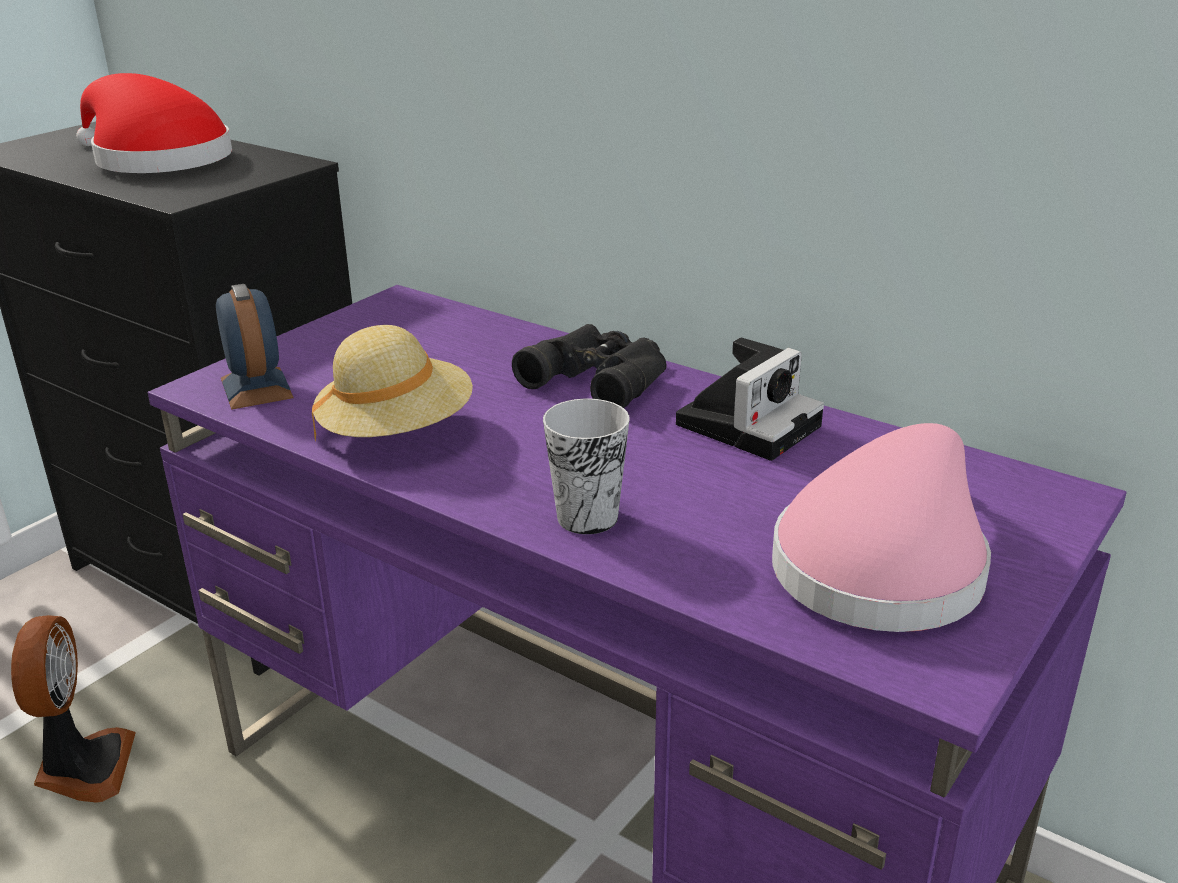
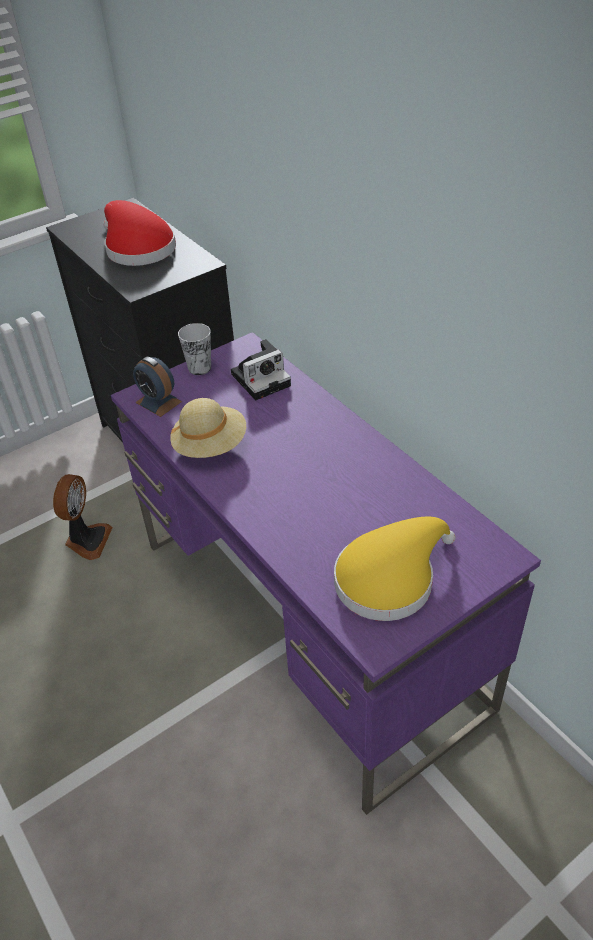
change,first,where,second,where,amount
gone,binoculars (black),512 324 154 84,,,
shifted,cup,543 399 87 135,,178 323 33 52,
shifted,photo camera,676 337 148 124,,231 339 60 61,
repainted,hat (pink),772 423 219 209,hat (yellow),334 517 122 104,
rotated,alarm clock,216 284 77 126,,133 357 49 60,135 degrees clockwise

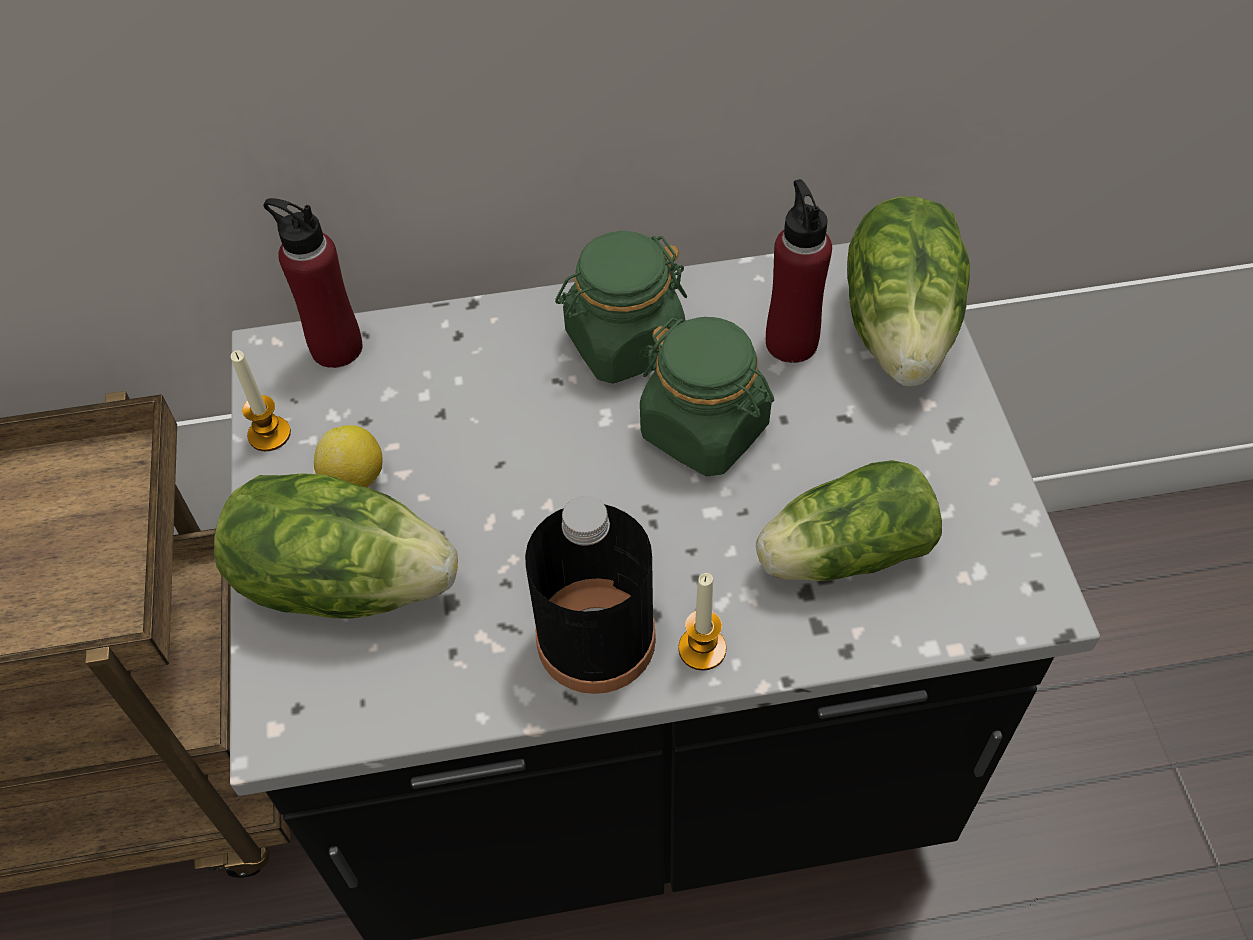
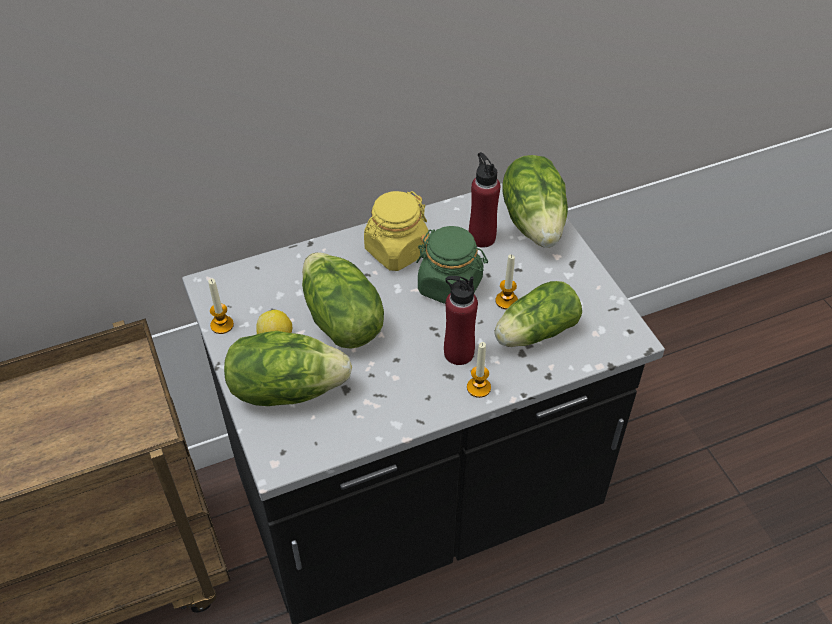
change,first,where,second,where,amount
gone,bottle (black),525 496 131 198,,,
new,,,lettuce,302 252 82 96,
new,,,candle,495 255 23 54,
shifted,bottle (red),263 198 100 170,,444 276 34 89,
repainted,jar (green),555 231 132 153,jar (yellow),364 191 65 80,

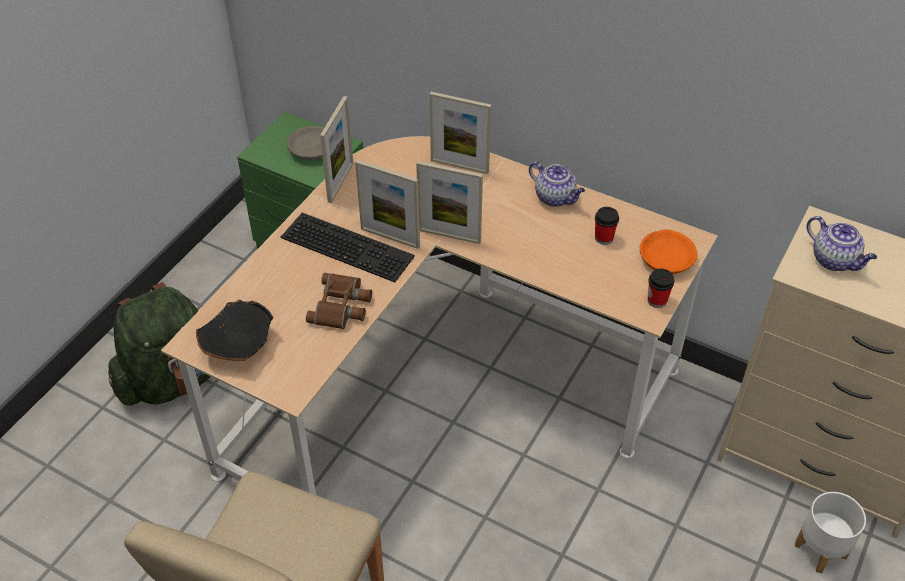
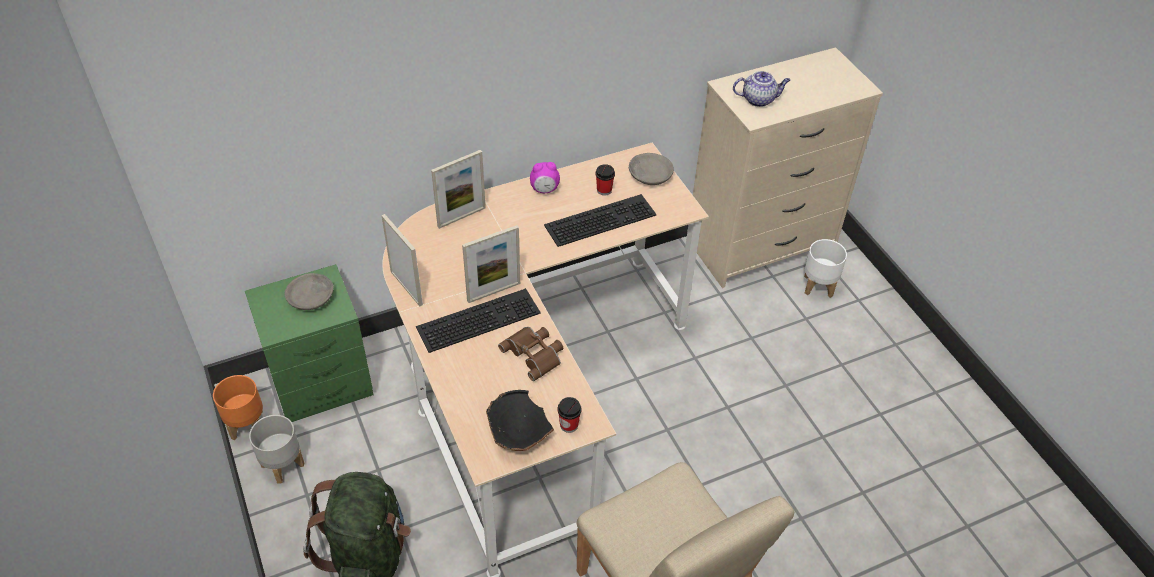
change,first,where,second,where,amount
gone,picture frame,416 161 67 83,,,
new,,,planter (orange),213 375 50 66,
new,,,planter (grey),249 415 55 68,
new,,,keyboard,544 194 113 53,
shifted,cup,648 269 26 39,,558 397 23 36,
swapped,teapot,529 161 56 46,alarm clock,530 162 30 31,
repainted,bowl (orange),640 230 58 44,bowl (grey),629 153 45 32,

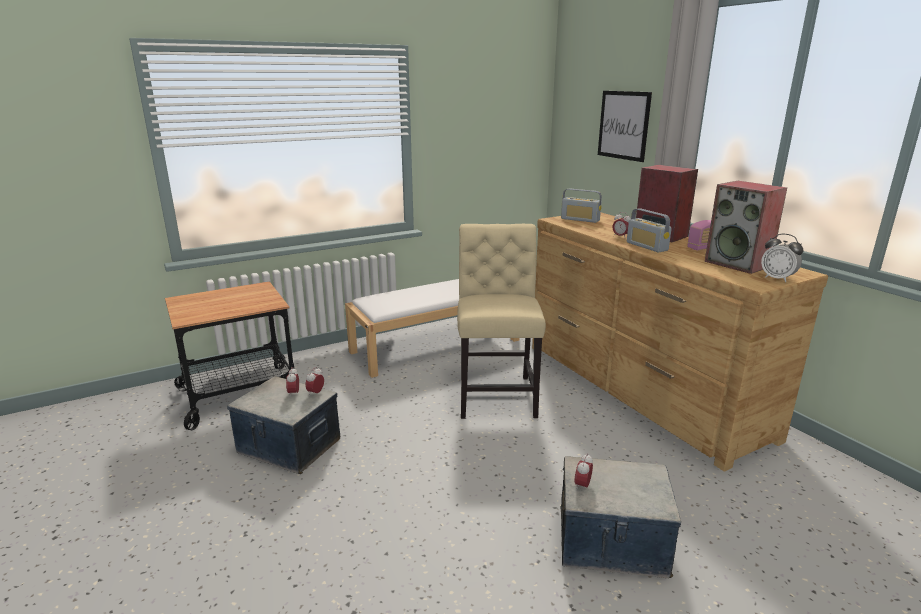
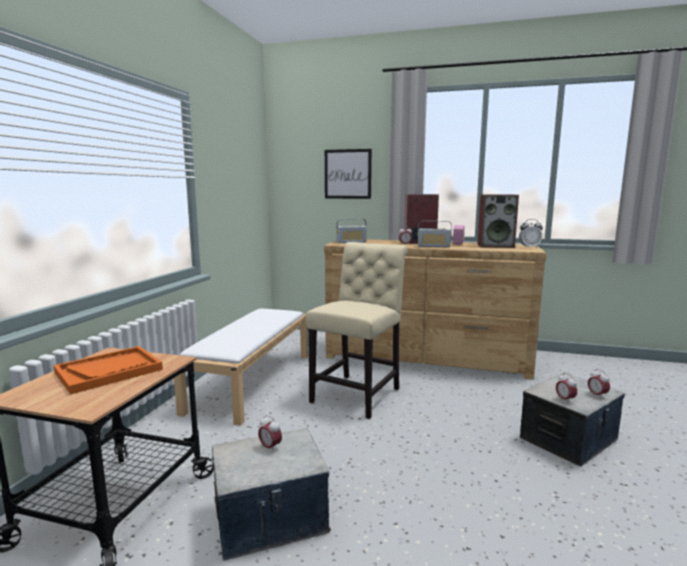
change,first,where,second,where,amount
new,,,tray (orange),53 346 110 48,
shifted,alarm clock,305 367 19 29,,588 369 22 30,
rotated,chair (beige),457 224 89 195,,306 242 102 177,75 degrees clockwise

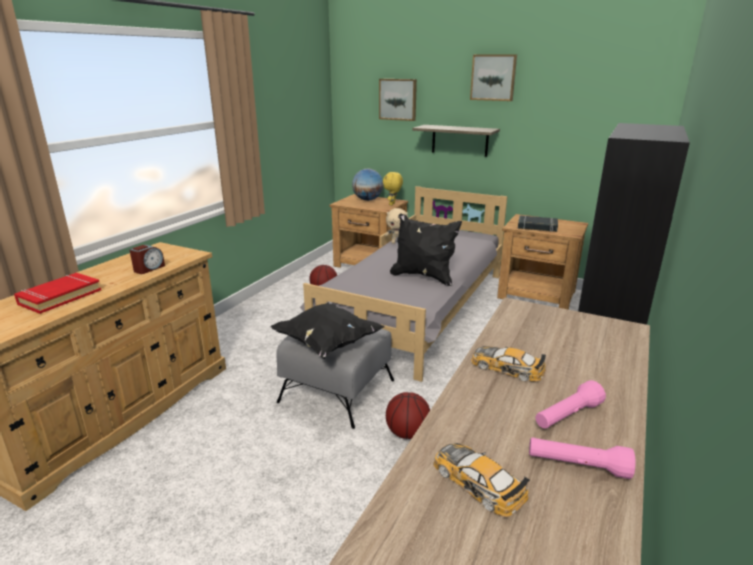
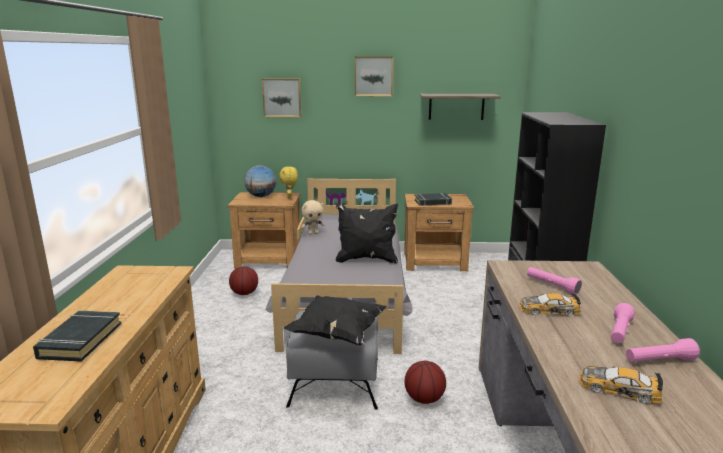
change,first,where,second,where,amount
gone,alarm clock,130 245 35 29,,,
new,,,flashlight (pink),527 267 55 28,
shifted,shelf,412 125 88 32,,420 94 81 26,
repainted,book (red),14 273 87 41,book (black),33 311 88 51,

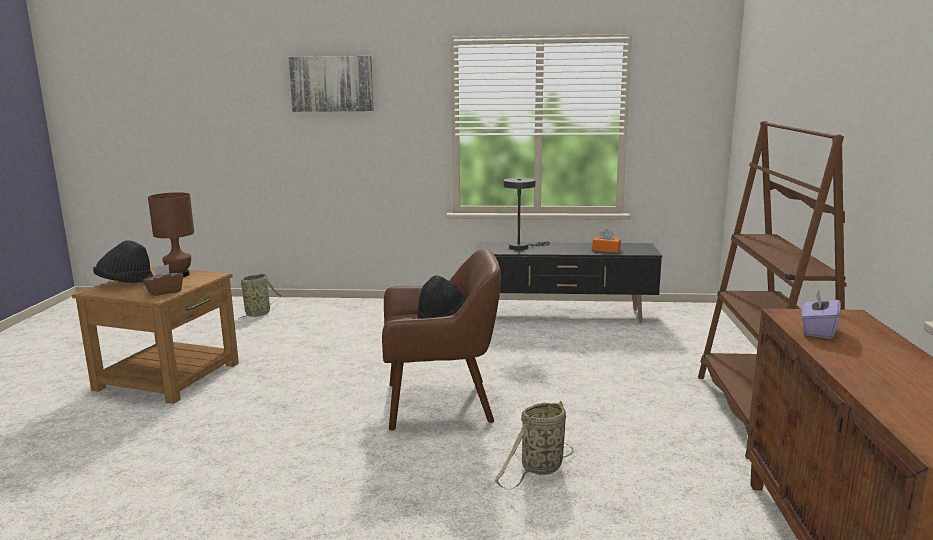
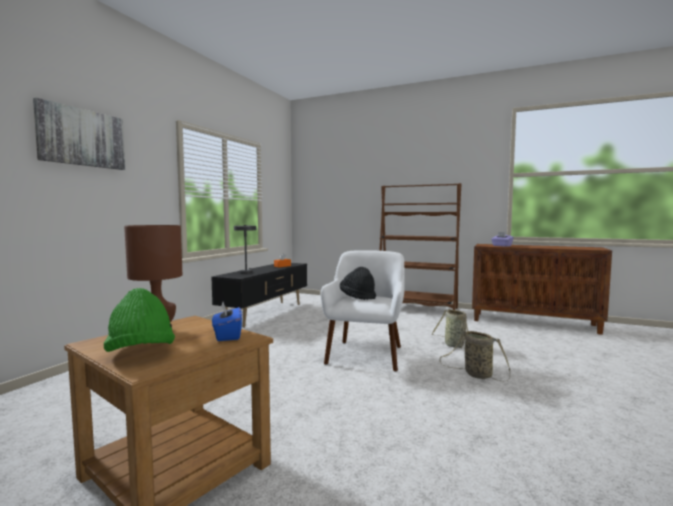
change,first,where,second,where,amount
shifted,basket,238 274 44 46,,440 331 70 50,
repainted,hat (black),93 240 61 43,hat (green),104 288 71 64,
repainted,tissue box (brown),143 264 40 32,tissue box (blue),212 302 30 39,
repainted,armchair (brown),382 249 119 182,armchair (white),320 250 85 122,

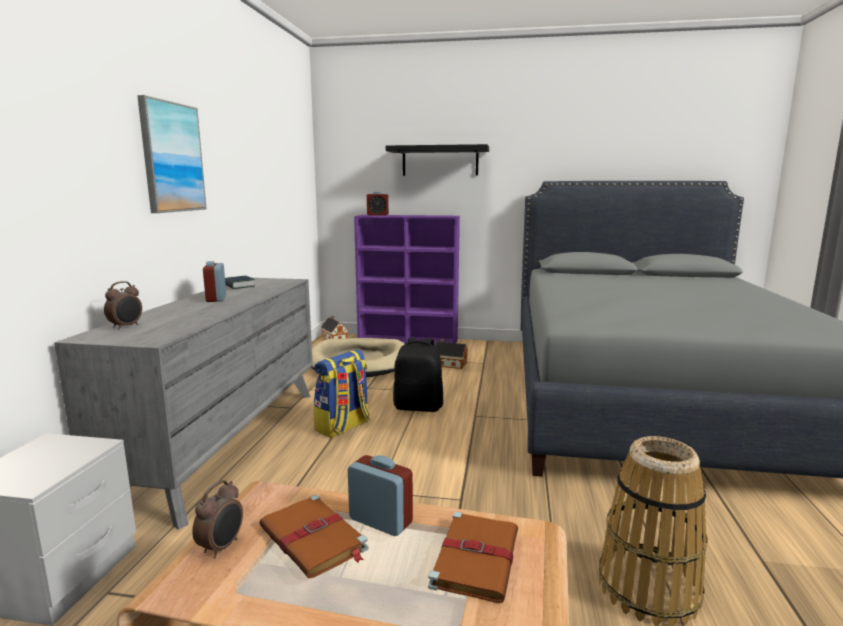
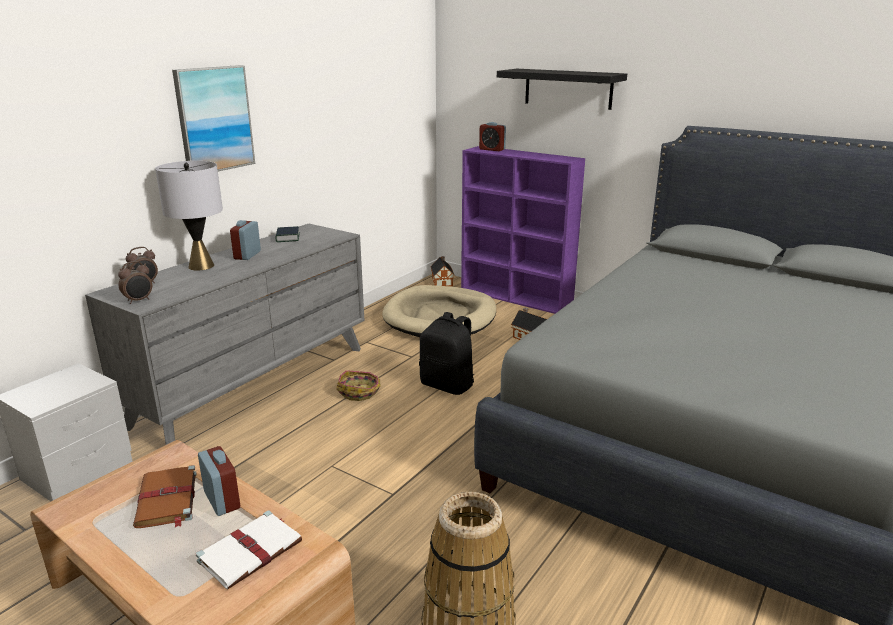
change,first,where,second,where,amount
new,,,table lamp (grey),155 161 68 110,
shifted,alarm clock,192 480 51 79,,118 261 34 43,
swapped,backpack,314 349 56 89,basket,336 370 44 31,
repainted,book (brown),428 512 90 91,book (white),196 511 106 78,

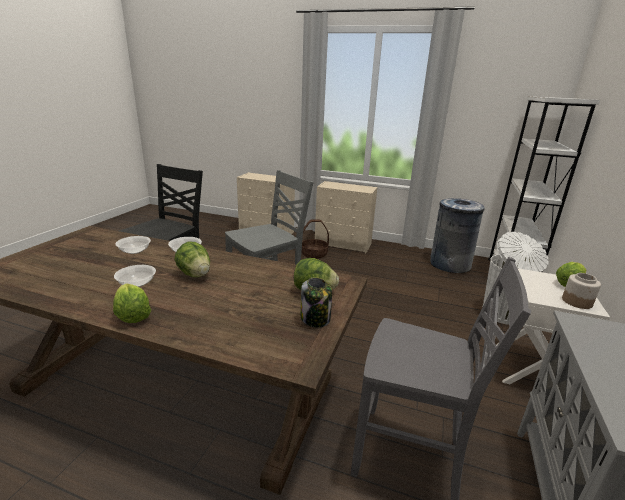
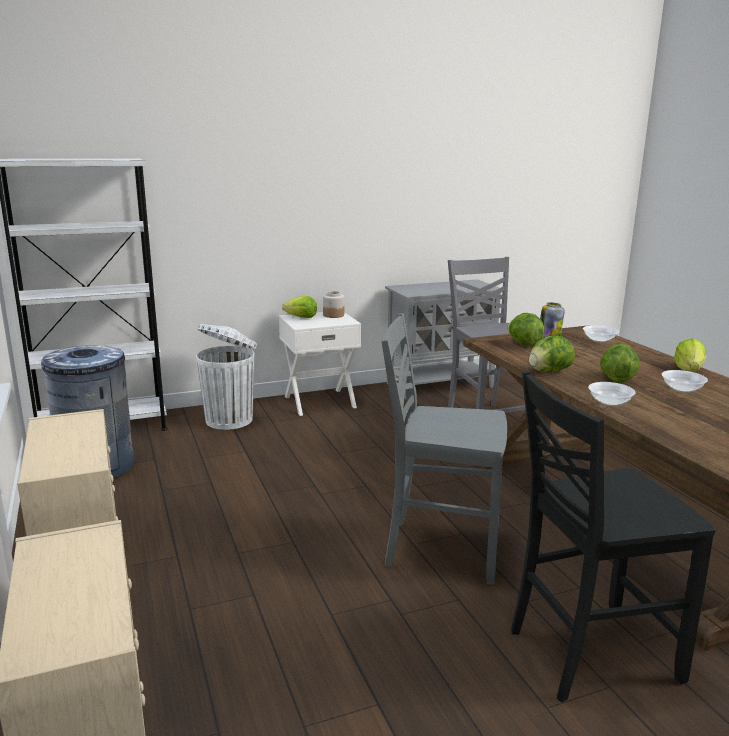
change,first,where,second,where,amount
gone,basket,301 219 28 40,,,
new,,,lettuce,529 336 46 36,
shifted,bowl,115 236 36 18,,583 325 36 17,

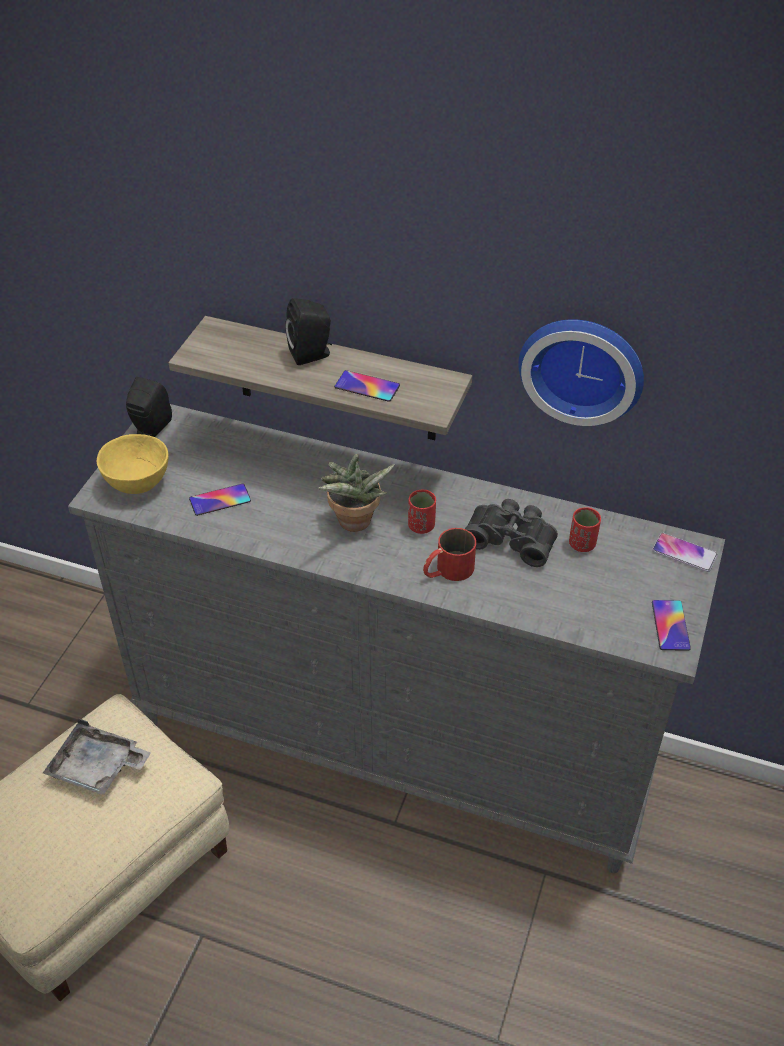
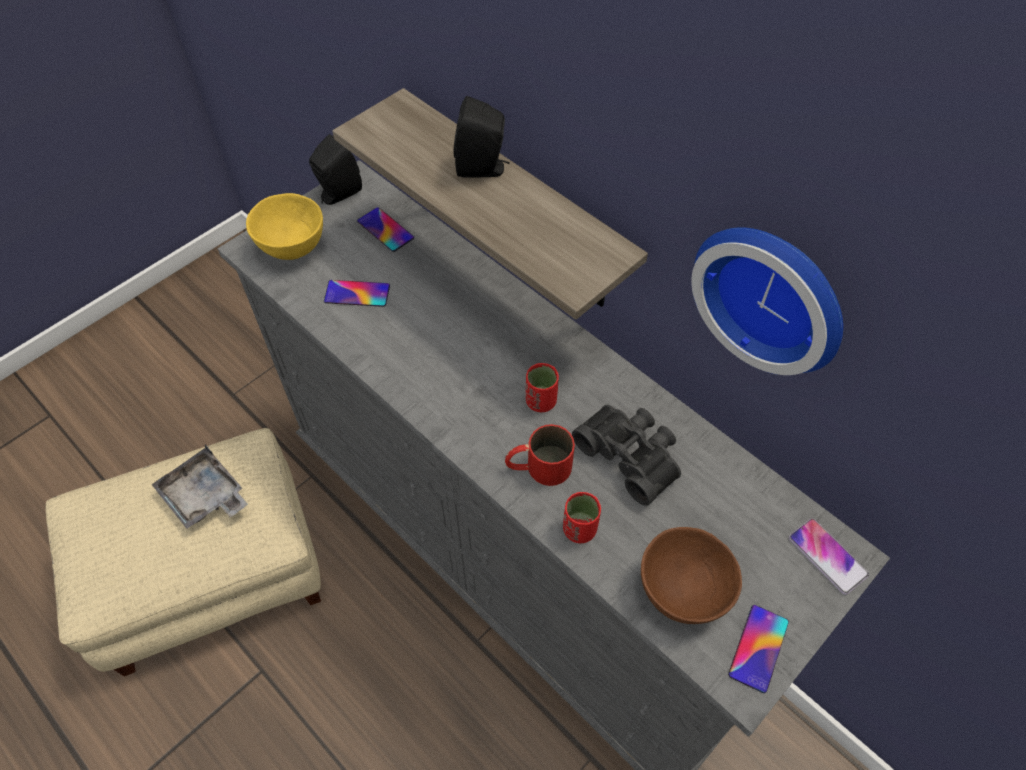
change,first,where,second,where,amount
gone,potted plant,318 454 77 78,,,
new,,,bowl (brown),641 527 101 97,
shifted,phone,334 370 66 32,,357 207 57 45,
shifted,cup (red),569 507 32 45,,563 492 38 51,

